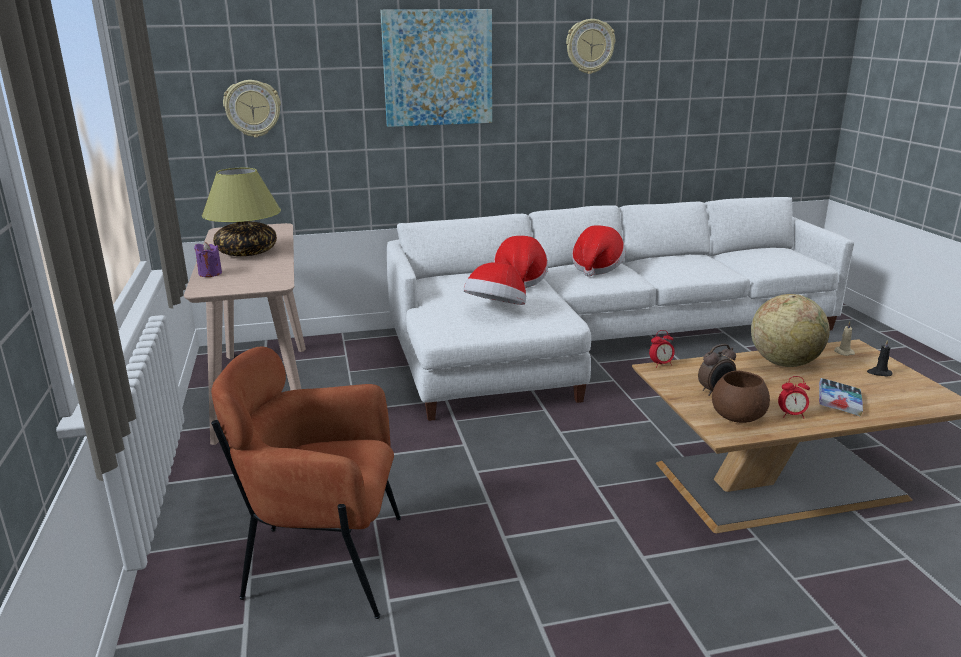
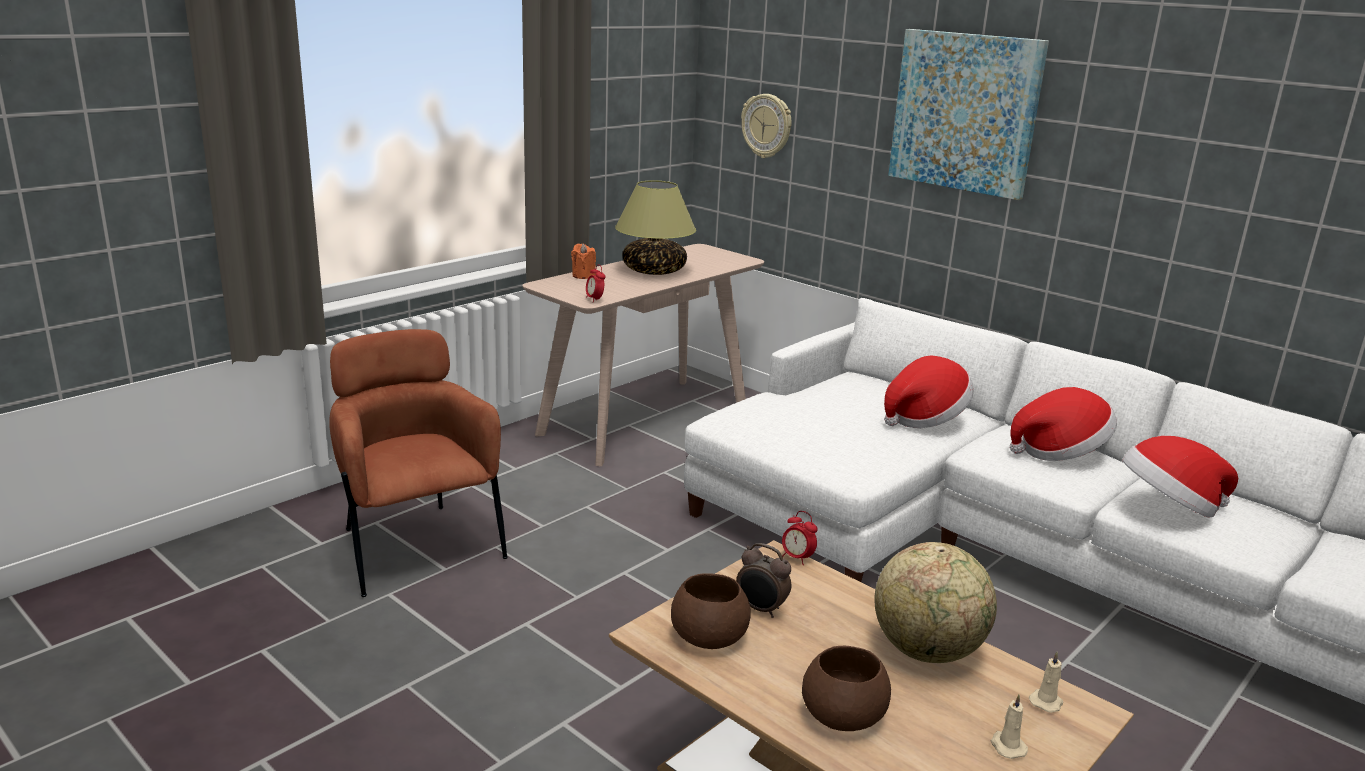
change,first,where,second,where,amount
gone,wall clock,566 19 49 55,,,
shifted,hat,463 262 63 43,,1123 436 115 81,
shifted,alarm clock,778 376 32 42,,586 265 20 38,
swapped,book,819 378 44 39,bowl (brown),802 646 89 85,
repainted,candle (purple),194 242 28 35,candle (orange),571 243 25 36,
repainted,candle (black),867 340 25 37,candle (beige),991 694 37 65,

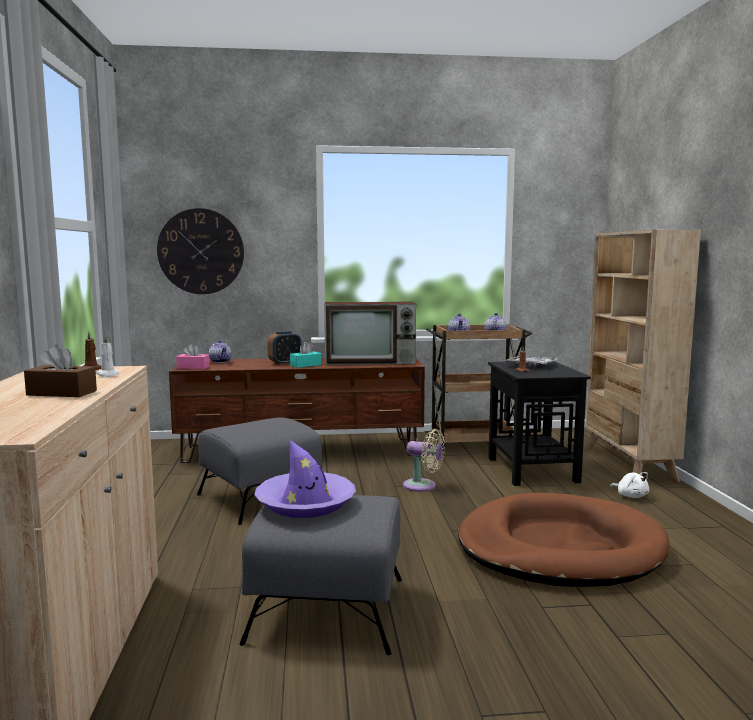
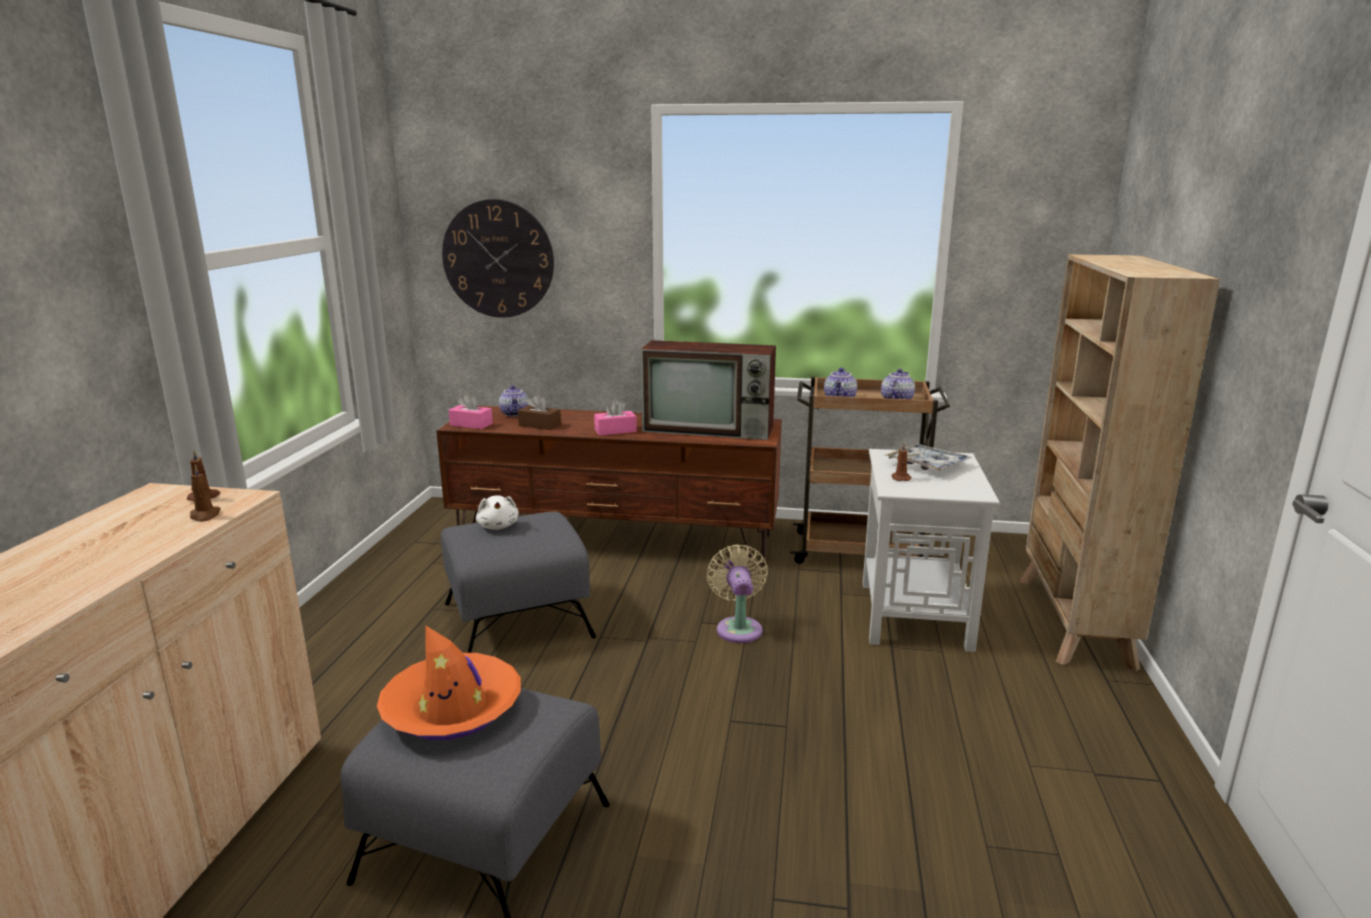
change,first,where,second,where,amount
gone,alarm clock,267 331 34 34,,,
gone,dog bed (brown),458 493 212 94,,,
shifted,tissue box (brown),24 344 73 53,,518 394 43 36,
shifted,plush toy (white),610 472 39 26,,476 495 43 35,
repainted,candle (white),96 335 23 42,candle (brown),190 465 31 57,
repainted,hat (purple),254 440 102 78,hat (orange),377 626 144 114,
repainted,tissue box (turquoise),290 342 31 26,tissue box (pink),594 400 43 36,
repainted,side table (black),488 361 103 125,side table (white),863 449 137 203,
rotated,fan (beige),403 429 42 63,,707 544 61 99,135 degrees counterclockwise

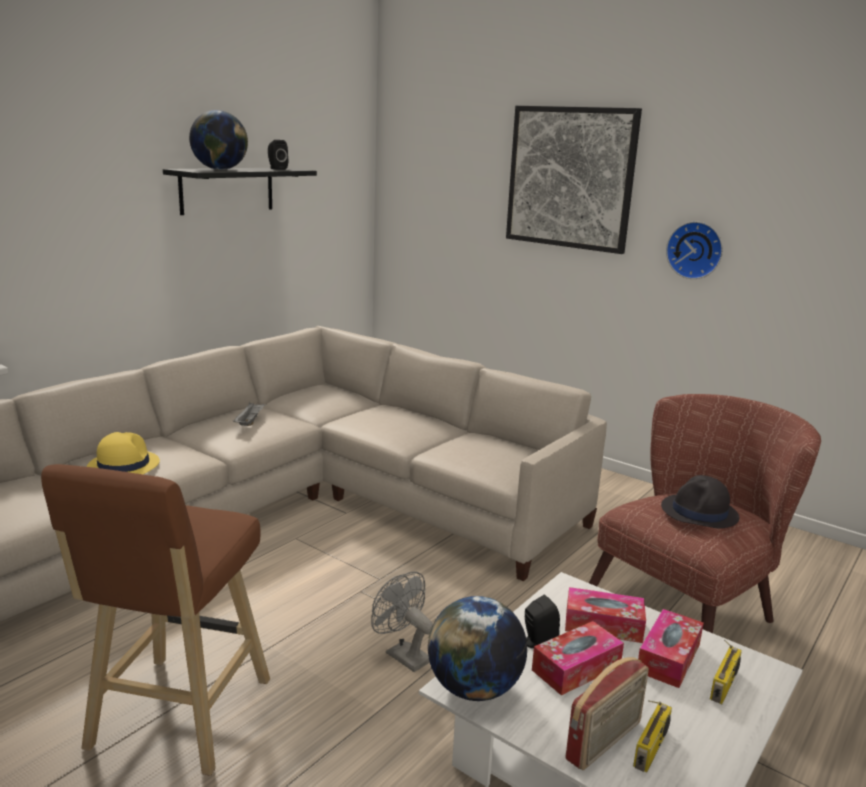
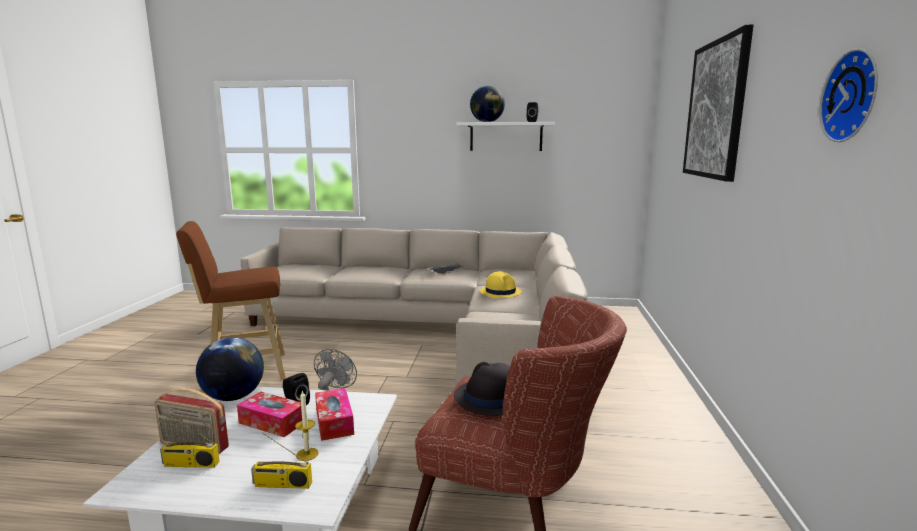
change,first,where,second,where,amount
shifted,hat (yellow),87 432 73 43,,480 271 42 28,
shifted,wall clock,666 221 57 58,,820 49 58 93,
swapped,tissue box,638 609 66 79,candle,295 390 24 71,
repainted,shelf (black),163 168 154 47,shelf (white),457 122 98 29,

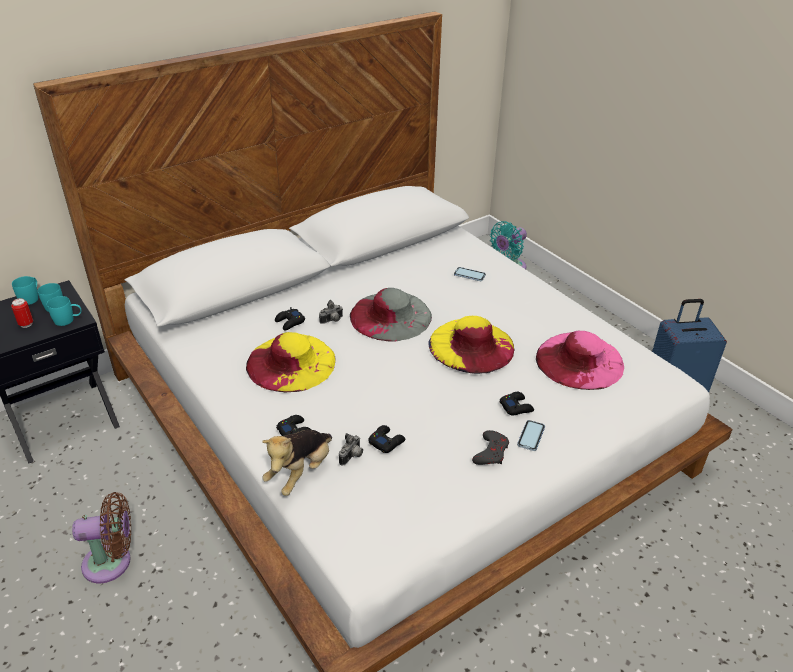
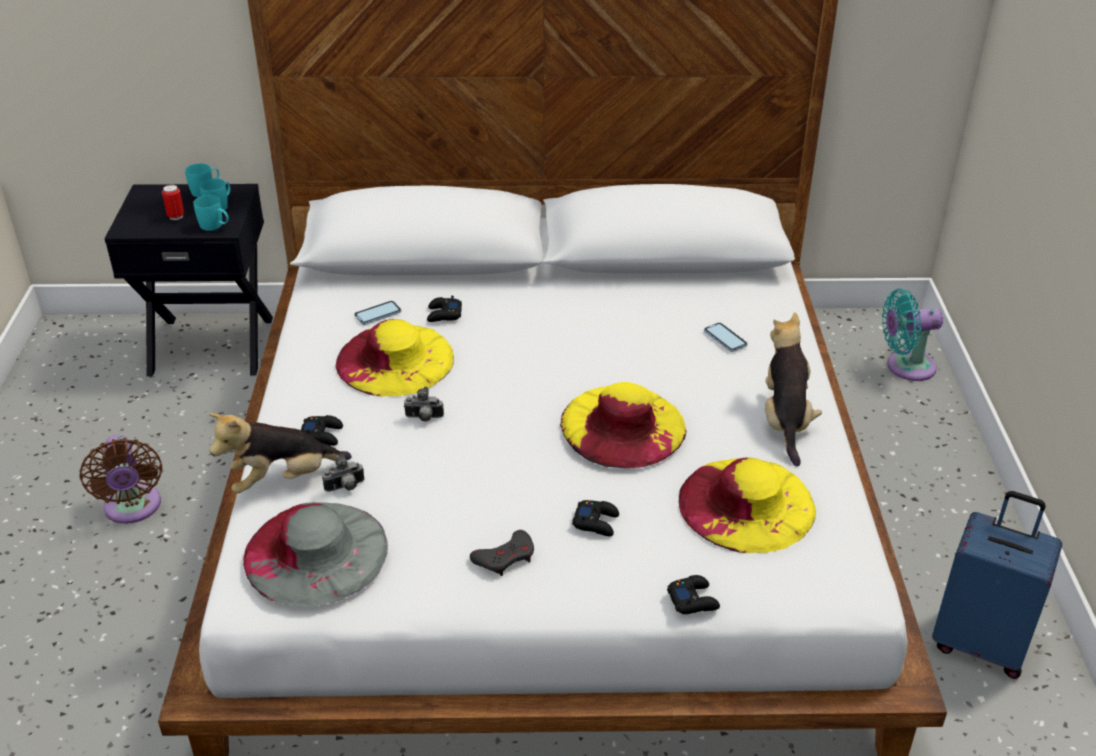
change,first,where,second,where,amount
new,,,plush toy,765 312 57 154,
shifted,photo camera,319 300 24 24,,404 387 40 35,
shifted,hat (grey),350 288 82 54,,243 502 145 104,
shifted,game controller (black),368 425 37 28,,667 575 53 39,
shifted,phone,517 420 28 31,,354 301 47 24,
repainted,hat (pink),536 331 88 59,hat (yellow),679 458 137 95,
rotated,fan (brown),72 492 59 92,,79 435 83 89,45 degrees clockwise

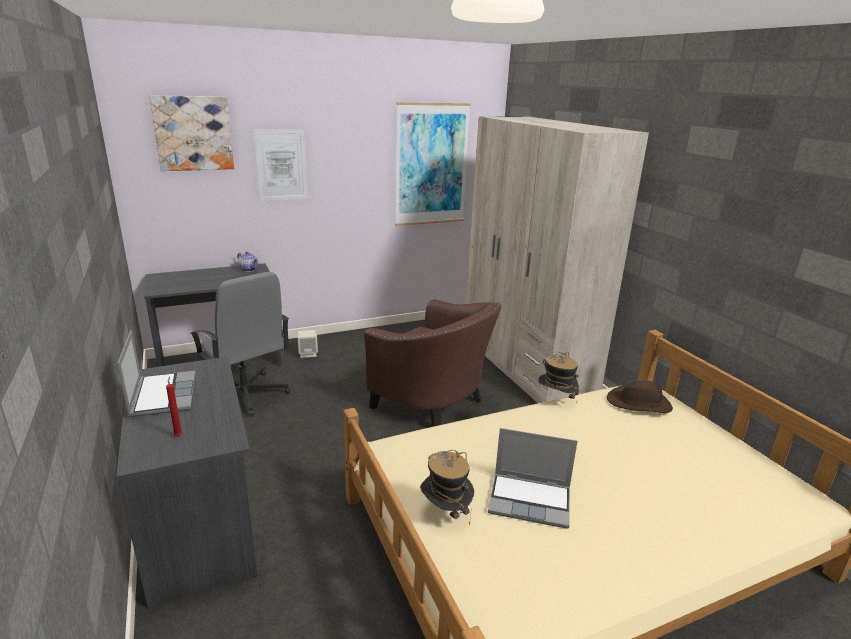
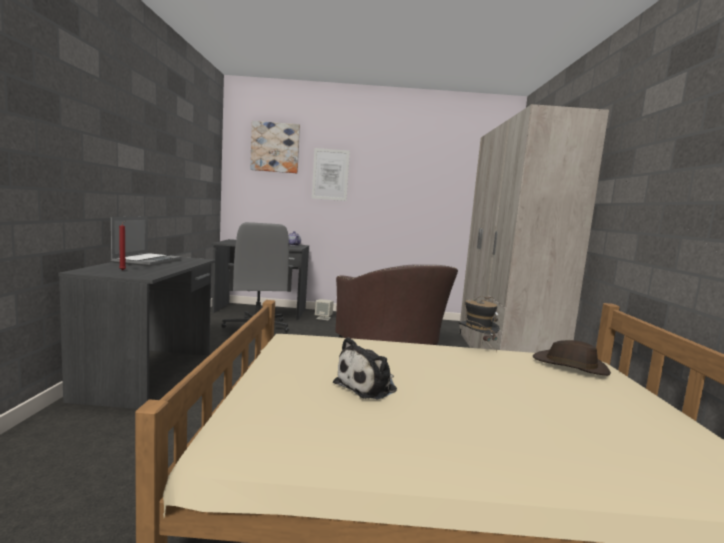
change,first,where,second,where,amount
gone,picture,395 102 76 124,,,
gone,hat,420 450 54 75,,,
swapped,laptop,488 428 90 100,plush toy,333 337 64 63,

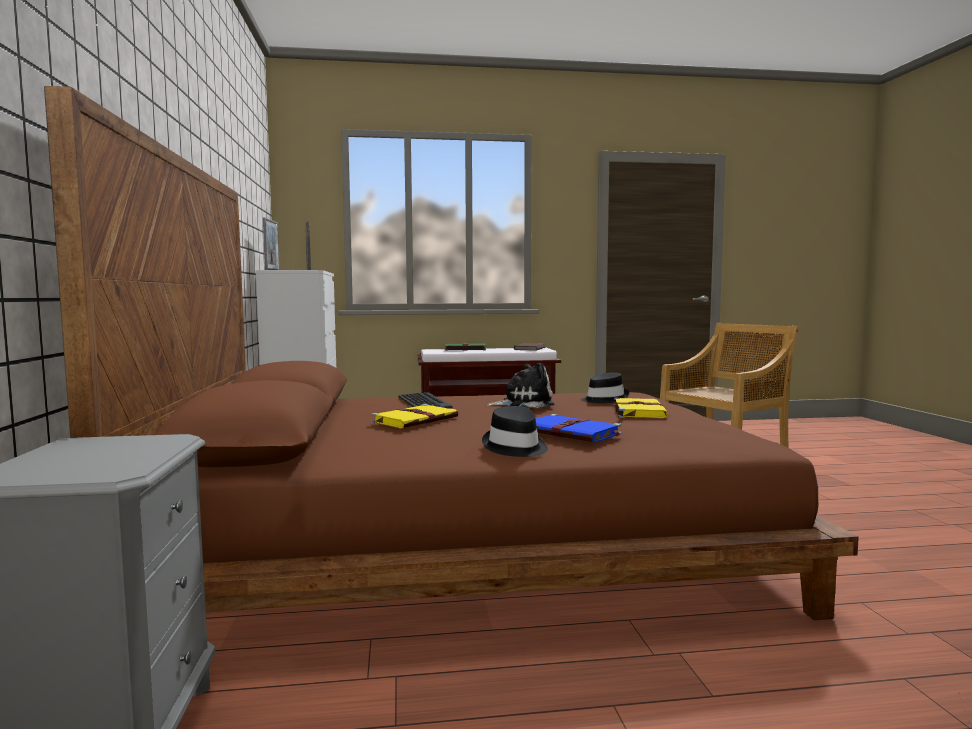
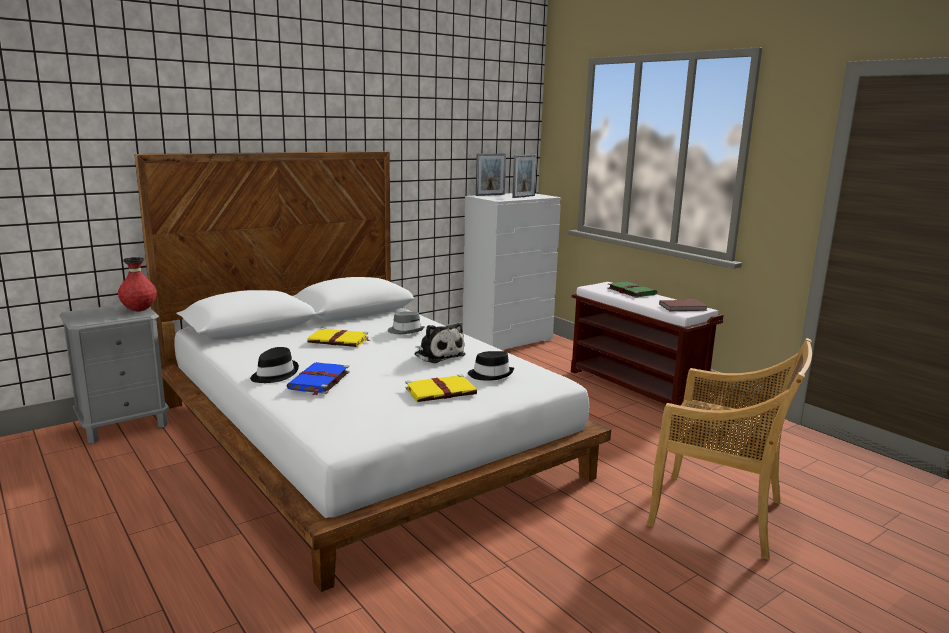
change,first,where,second,where,amount
new,,,vase (red),118 257 39 55,
swapped,keyboard,398 392 55 17,hat (grey),388 312 37 22,
repainted,bed (brown),44 86 815 534,bed (white),135 151 476 441,

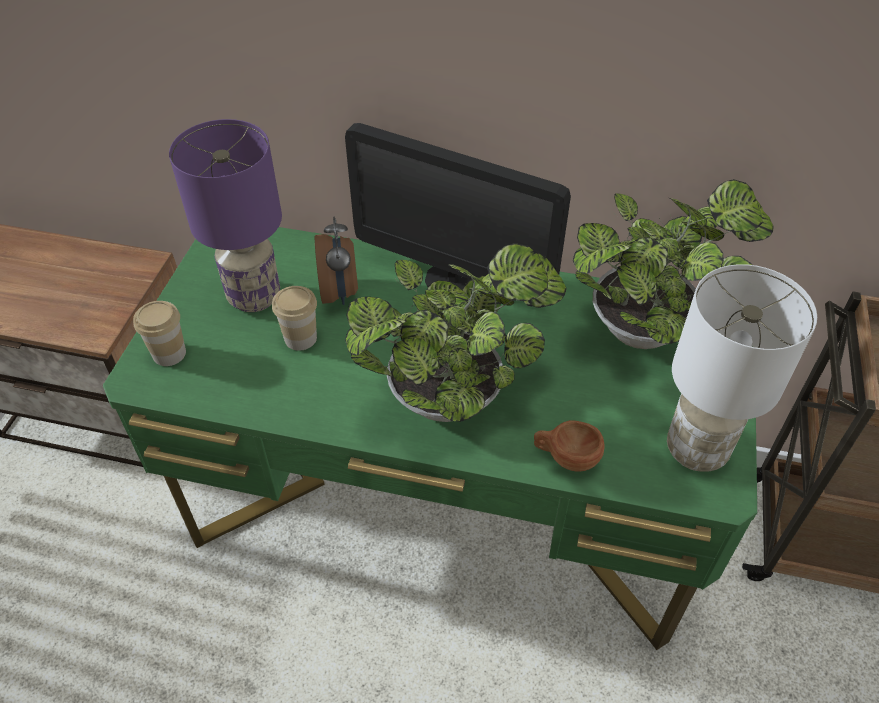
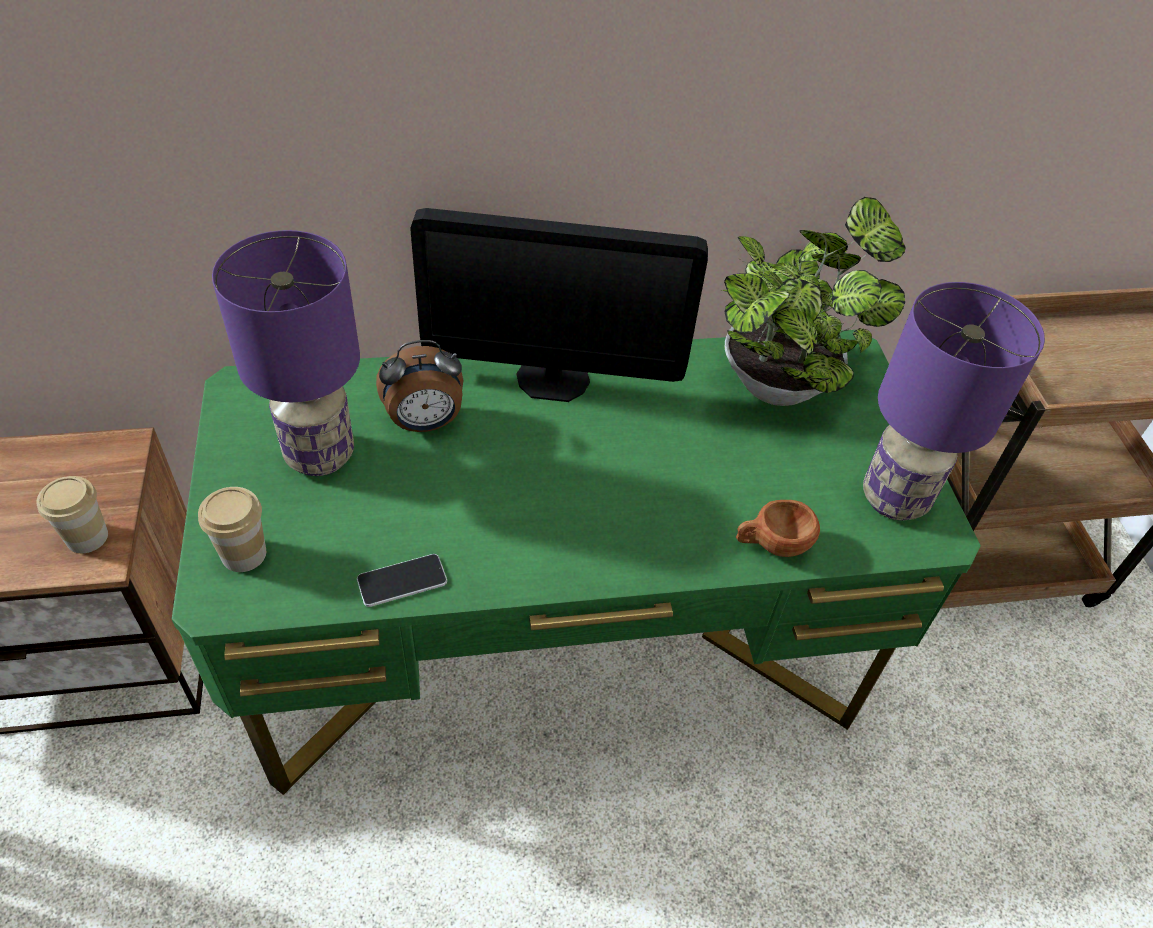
change,first,where,second,where,amount
gone,potted plant,345 243 222 179,,,
new,,,phone,357 554 90 53,
shifted,cup,272 286 45 65,,36 476 72 77,
repainted,table lamp (white),667 264 150 208,table lamp (purple),863 282 182 238,
rotated,alarm clock,315 217 43 88,,376 340 87 92,105 degrees clockwise

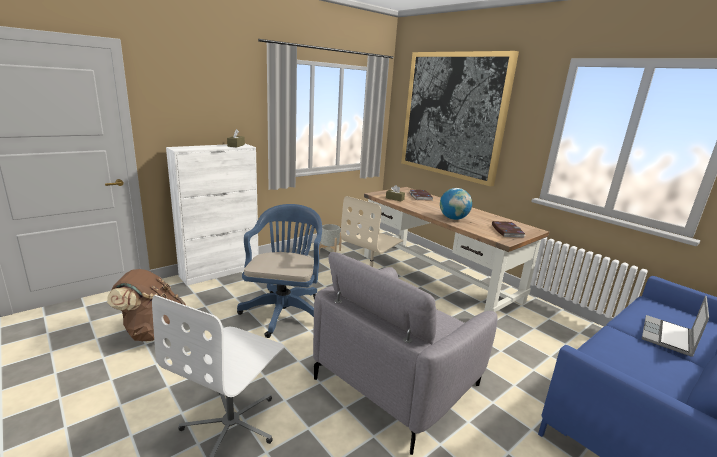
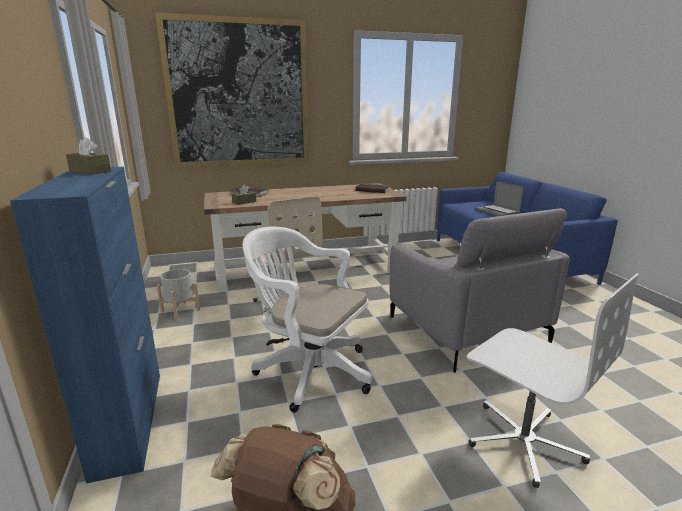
change,first,where,second,where,amount
gone,globe,440 188 32 32,,,
repainted,cabinet (white),166 144 93 142,cabinet (blue),10 167 150 317,
repainted,office chair (blue),237 204 85 134,office chair (white),242 226 131 186,

